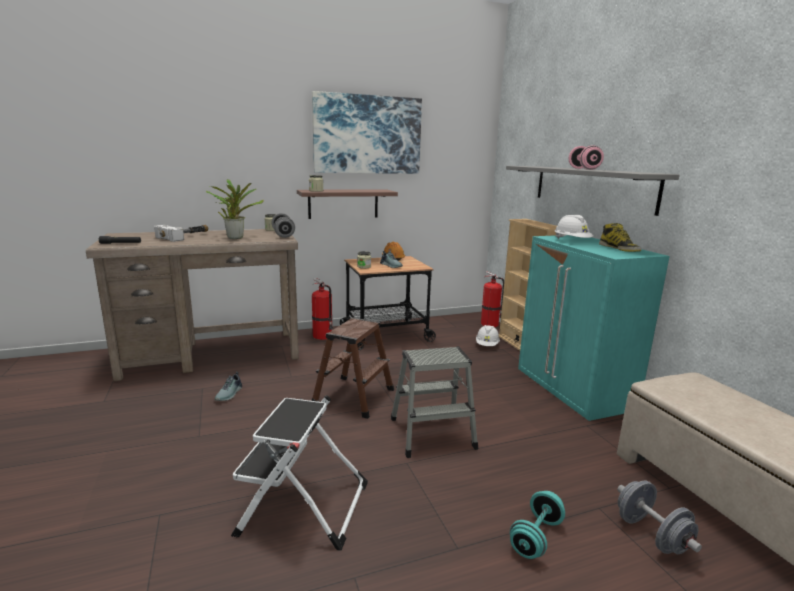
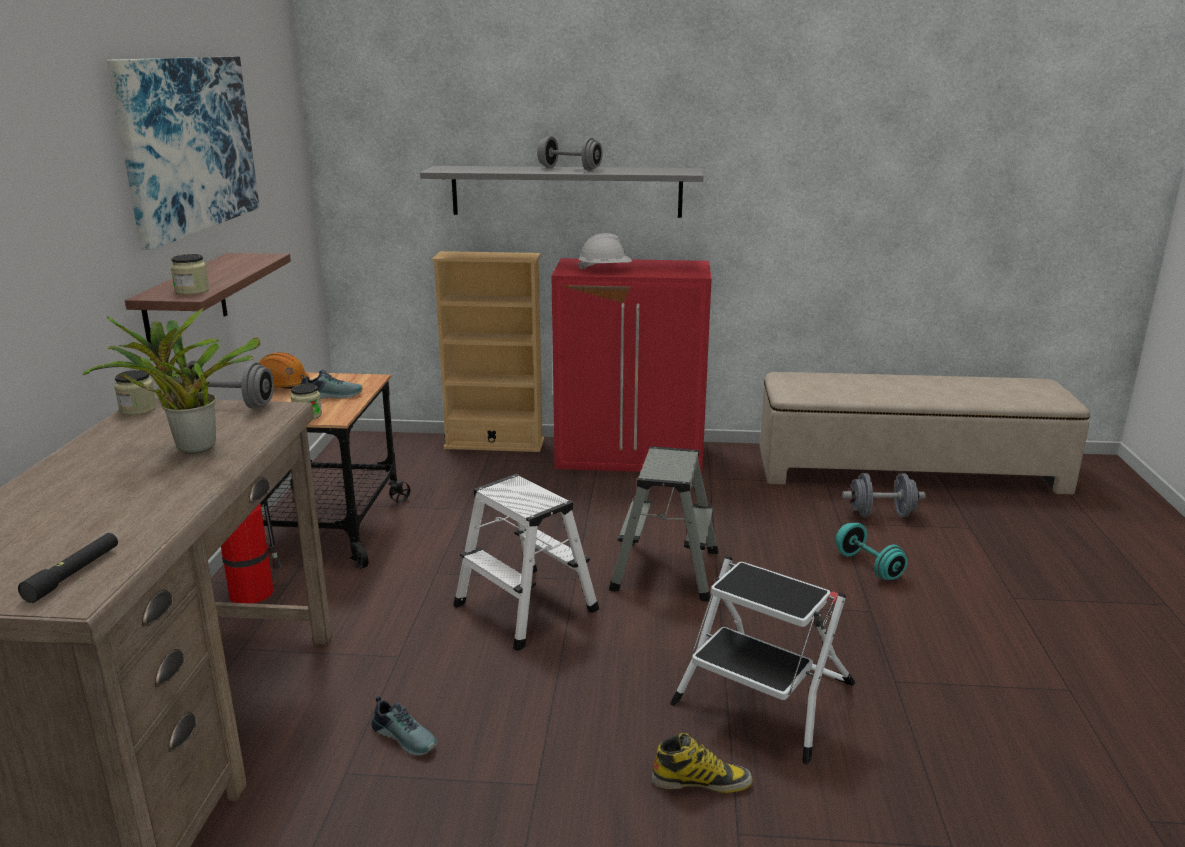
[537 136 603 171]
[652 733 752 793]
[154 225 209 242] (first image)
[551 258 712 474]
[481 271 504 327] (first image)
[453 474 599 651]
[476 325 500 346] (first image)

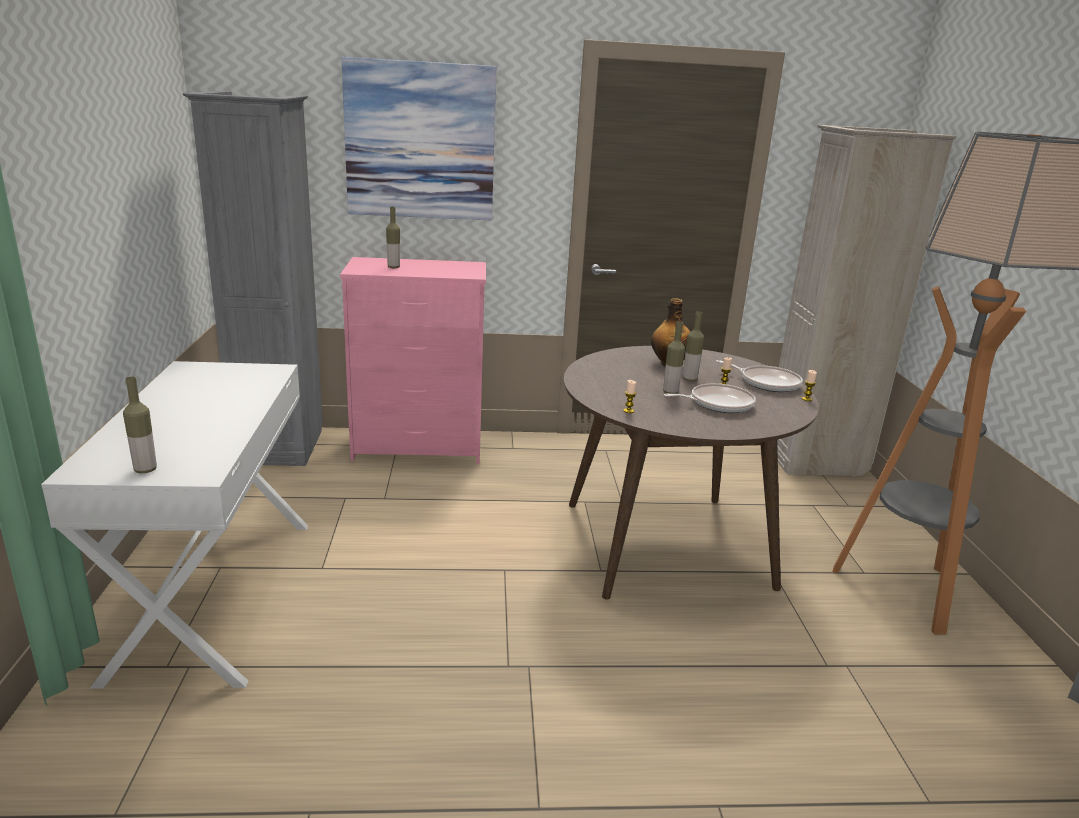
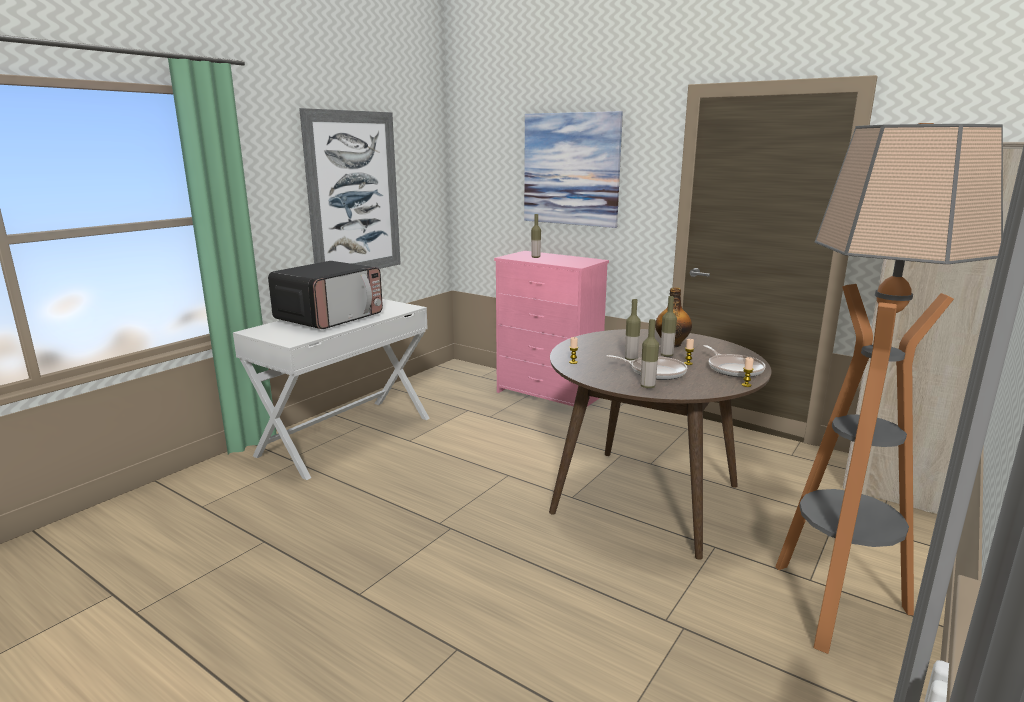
[183 91 322 466] (first image)
[640 319 659 388]
[299 108 401 269]
[268 261 383 329]

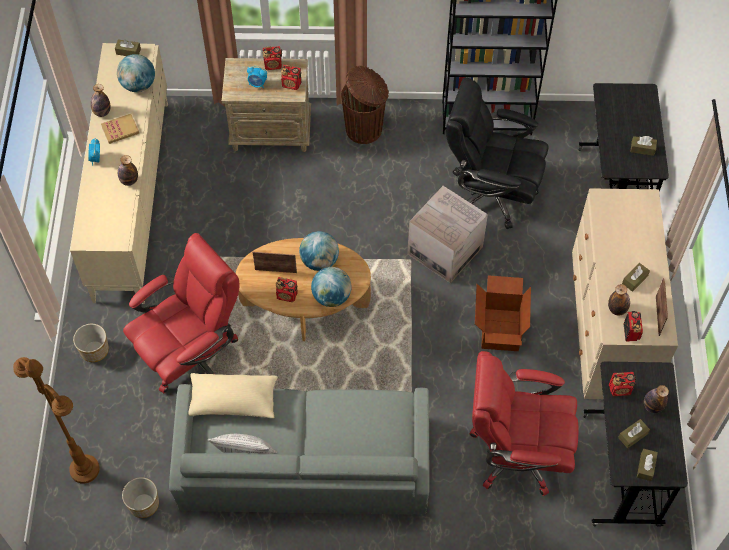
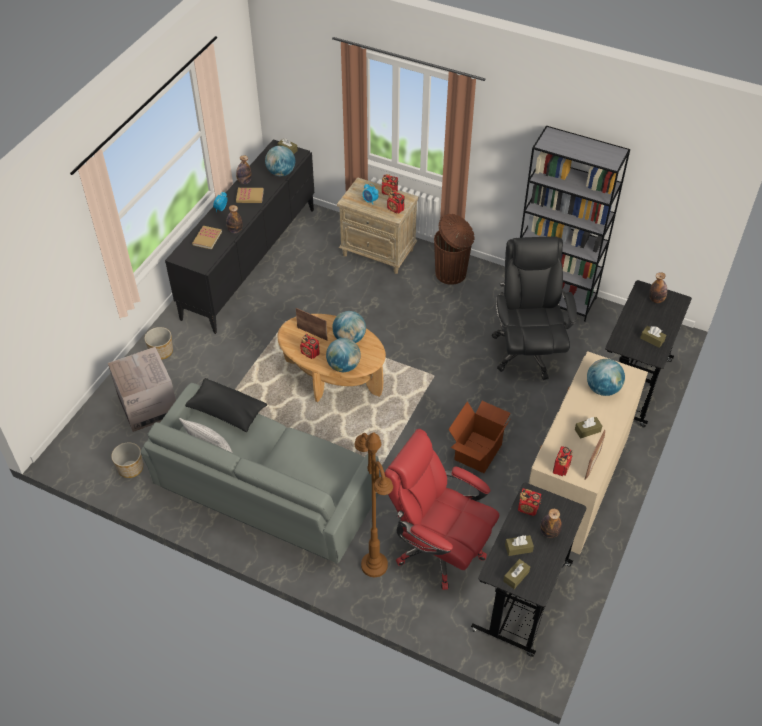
[165 140 314 334]
[492 236 577 380]
[108 347 176 432]
[123 233 239 393] (first image)
[649 272 667 303]
[355 432 393 577]
[185 378 267 432]
[192 226 222 250]
[587 359 625 396]

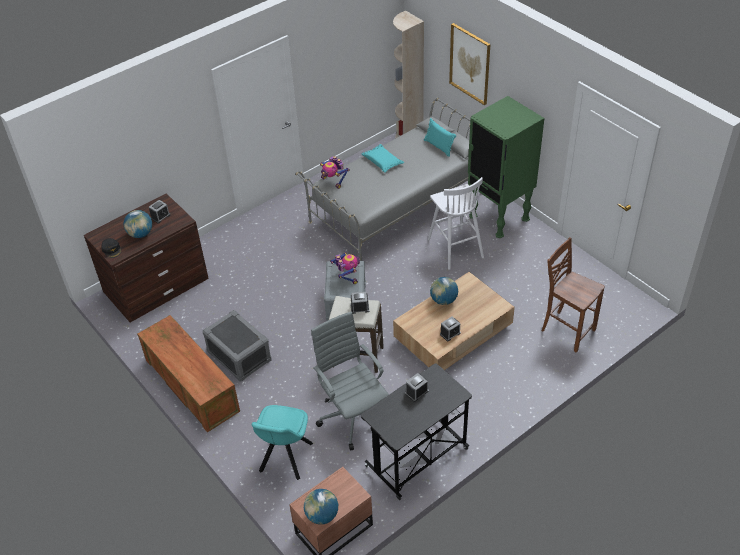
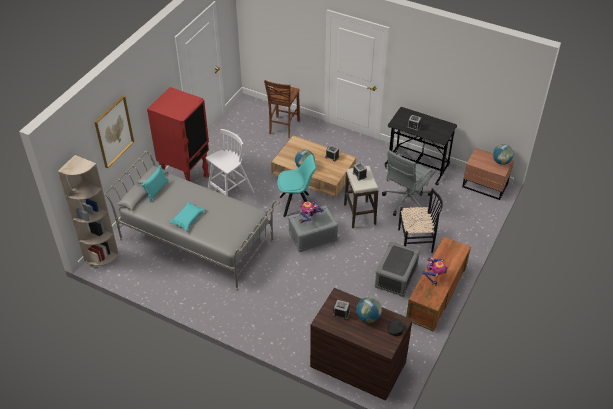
[147 87 209 182]
[422 257 448 286]
[277 155 316 217]
[398 188 443 253]

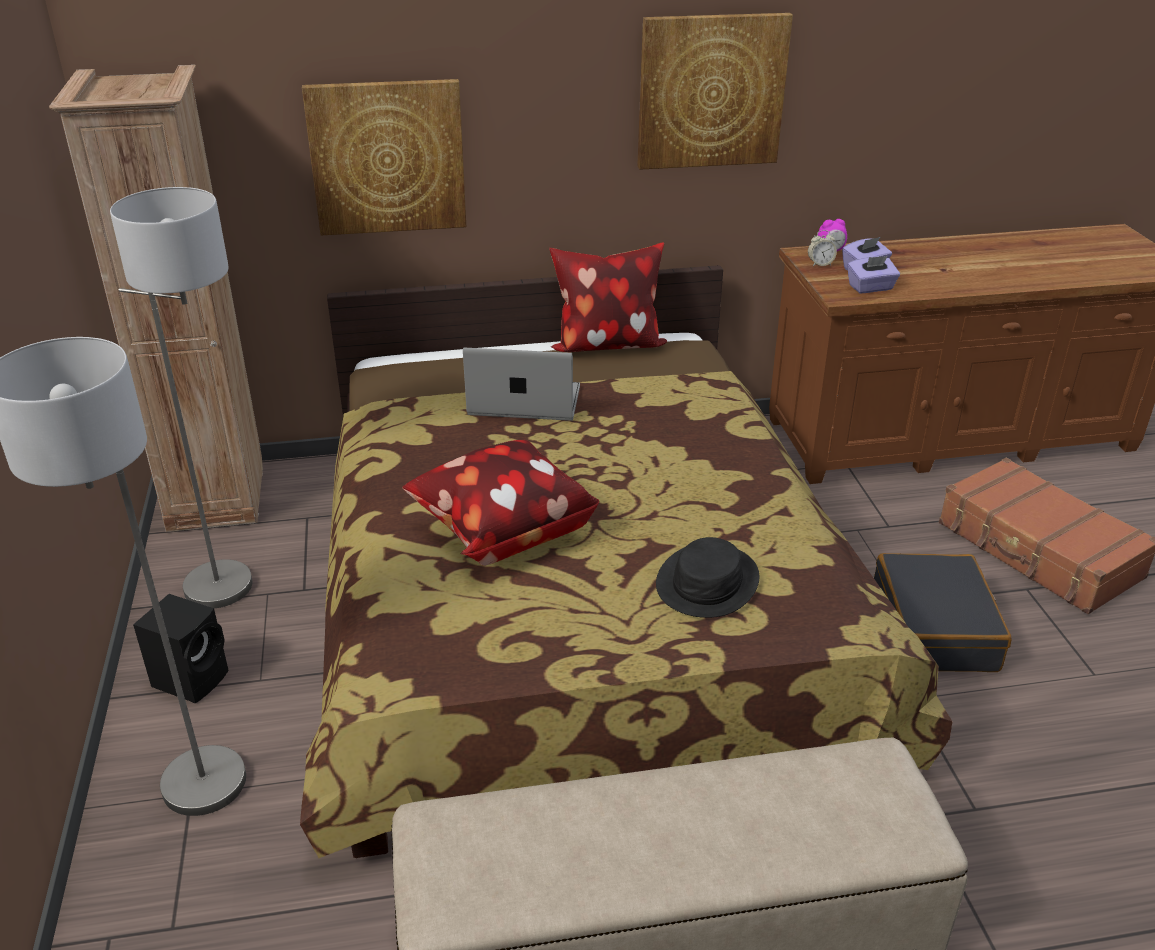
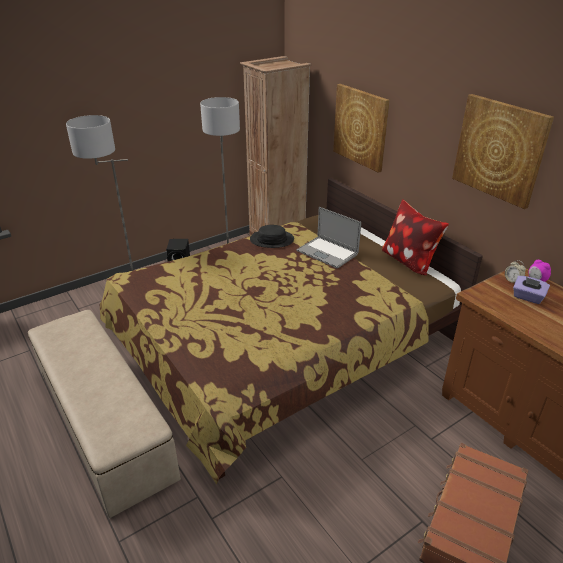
[847 256 900 293] (first image)
[297 207 361 269]
[403 440 599 566] (first image)
[250 225 294 248]
[874 553 1012 672] (first image)

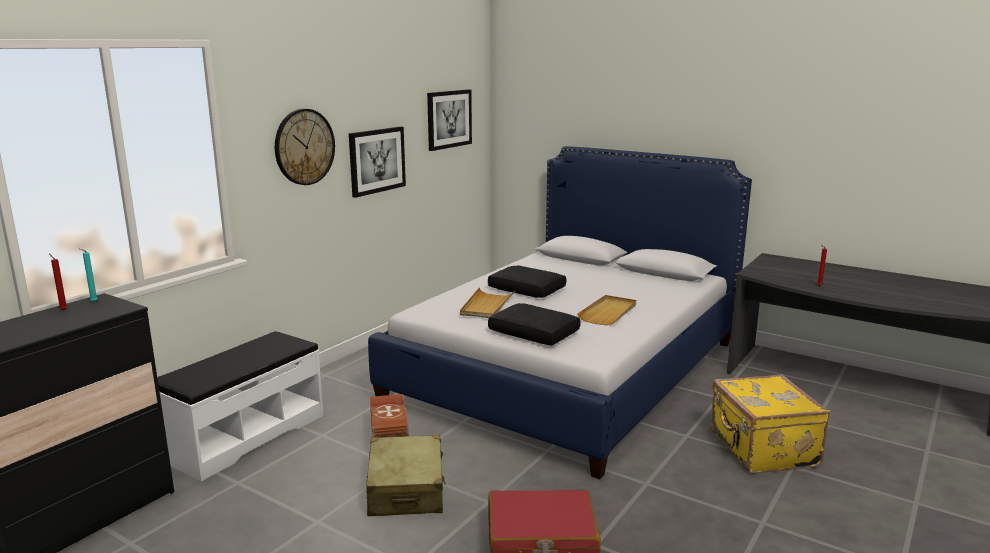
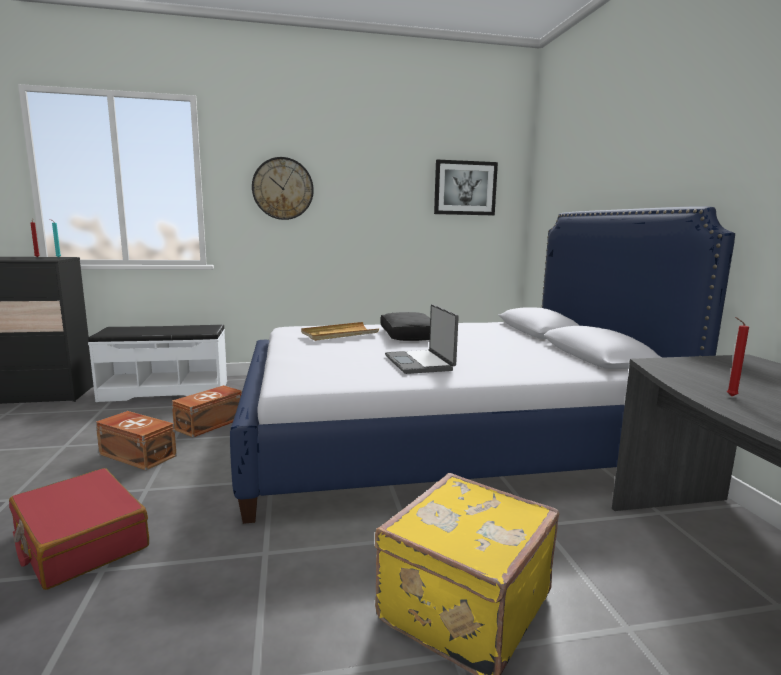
[349 126 406 198] (first image)
[385 304 459 374]
[488 303 581 345] (first image)
[96 411 177 470]

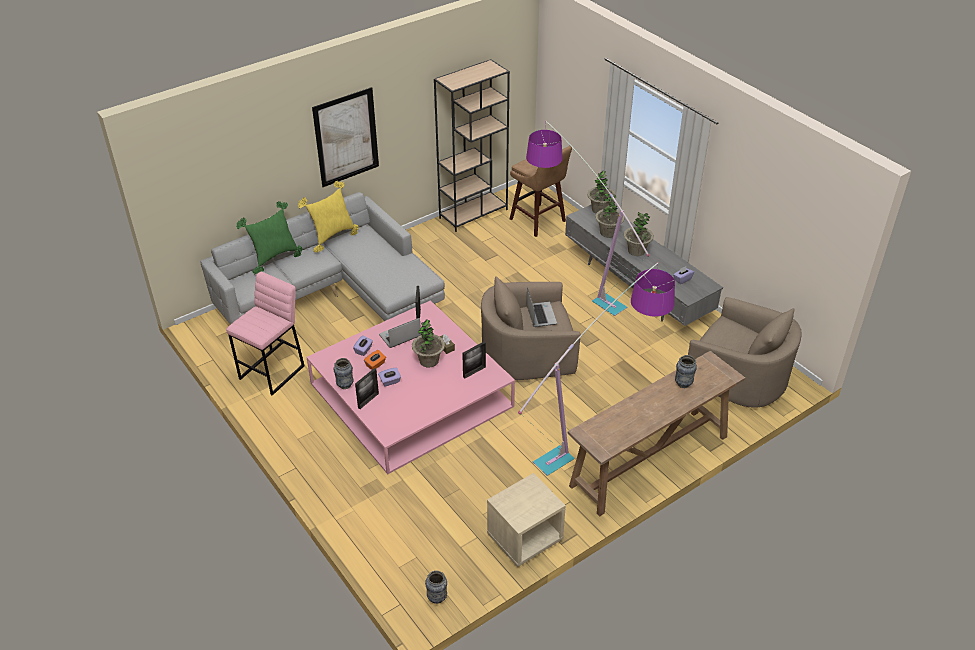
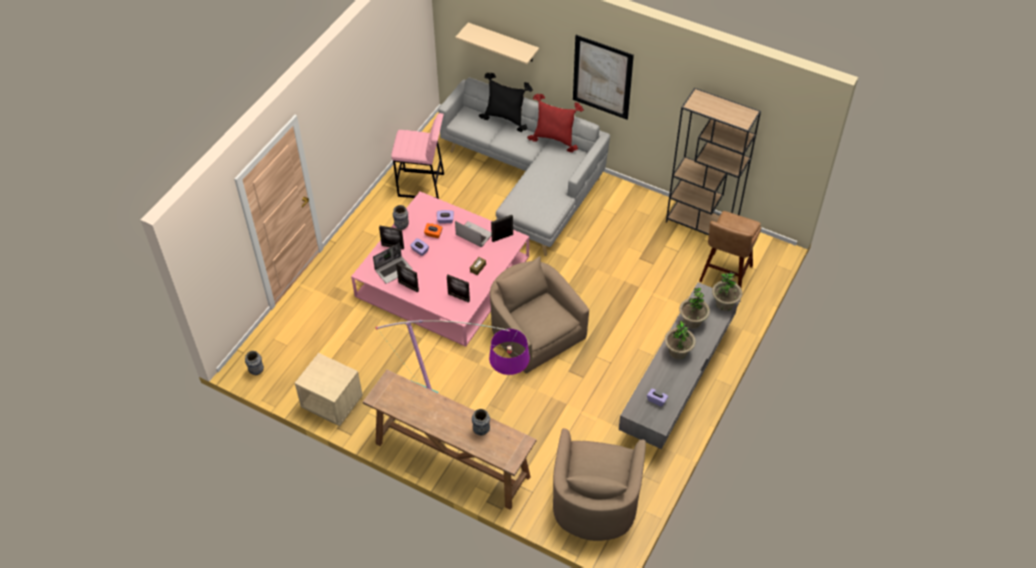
[526 121 650 316] (first image)
[527 94 584 153]
[479 73 533 132]
[373 243 413 284]
[412 319 445 368] (first image)
[455 22 539 64]
[396 263 419 293]

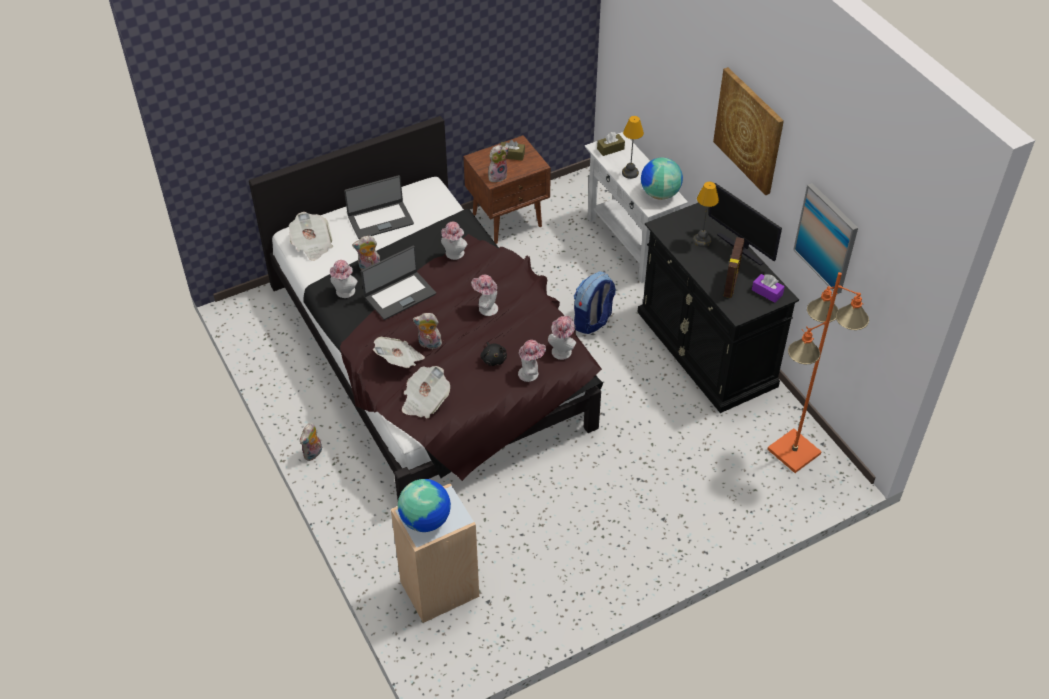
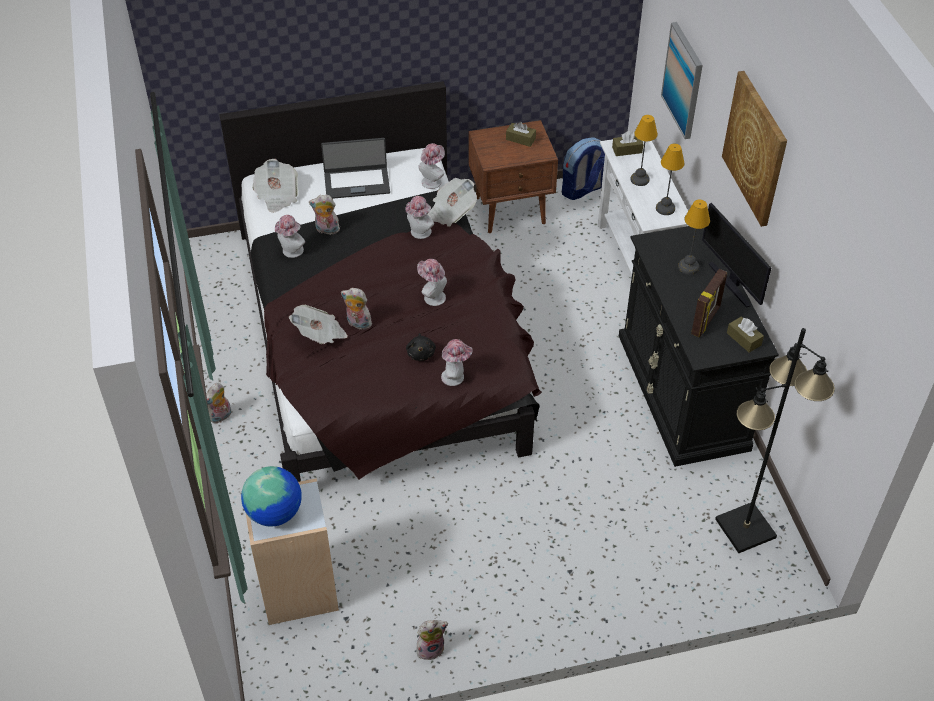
[417 620 448 660]
[656 143 684 215]
[661 22 703 139]
[361 246 436 320] (first image)
[562 138 605 200]
[715 328 835 553]
[727 317 764 353]
[418 143 445 189]
[427 178 477 227]

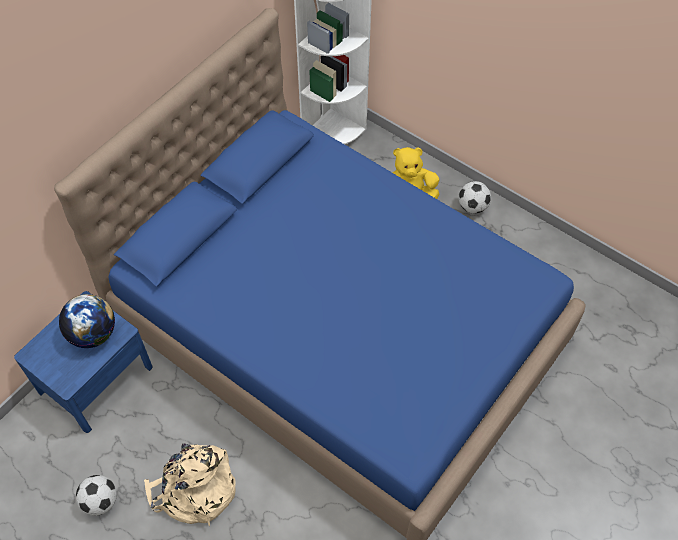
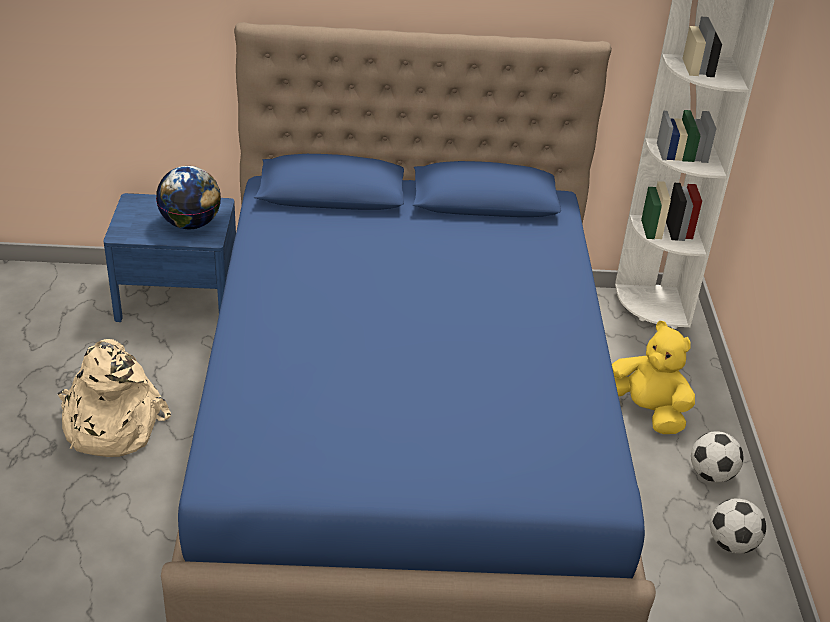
[710 498 766 554]

